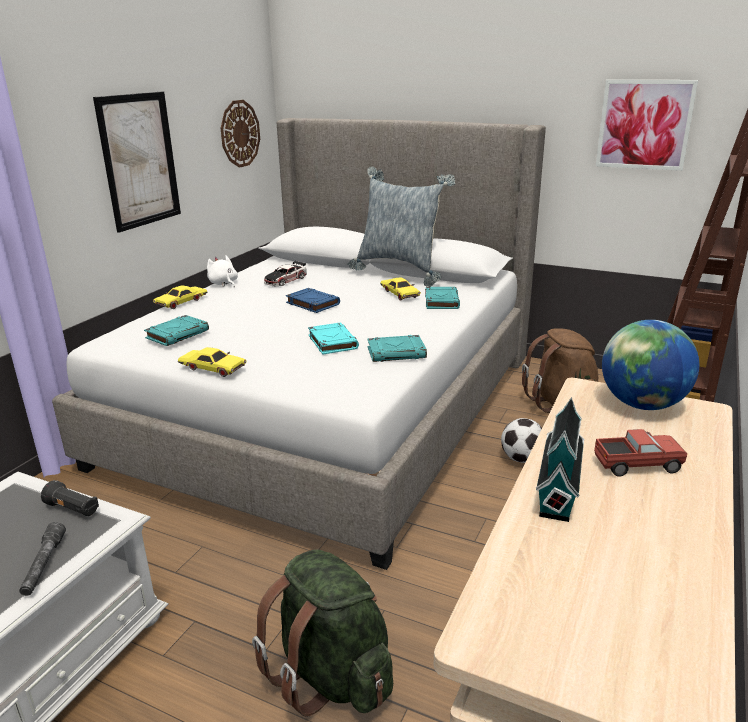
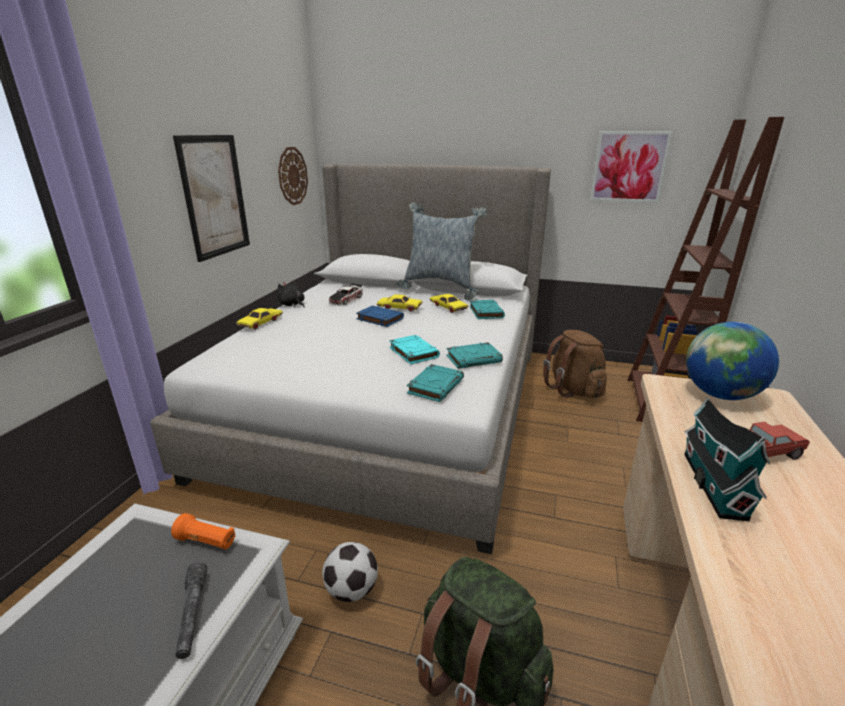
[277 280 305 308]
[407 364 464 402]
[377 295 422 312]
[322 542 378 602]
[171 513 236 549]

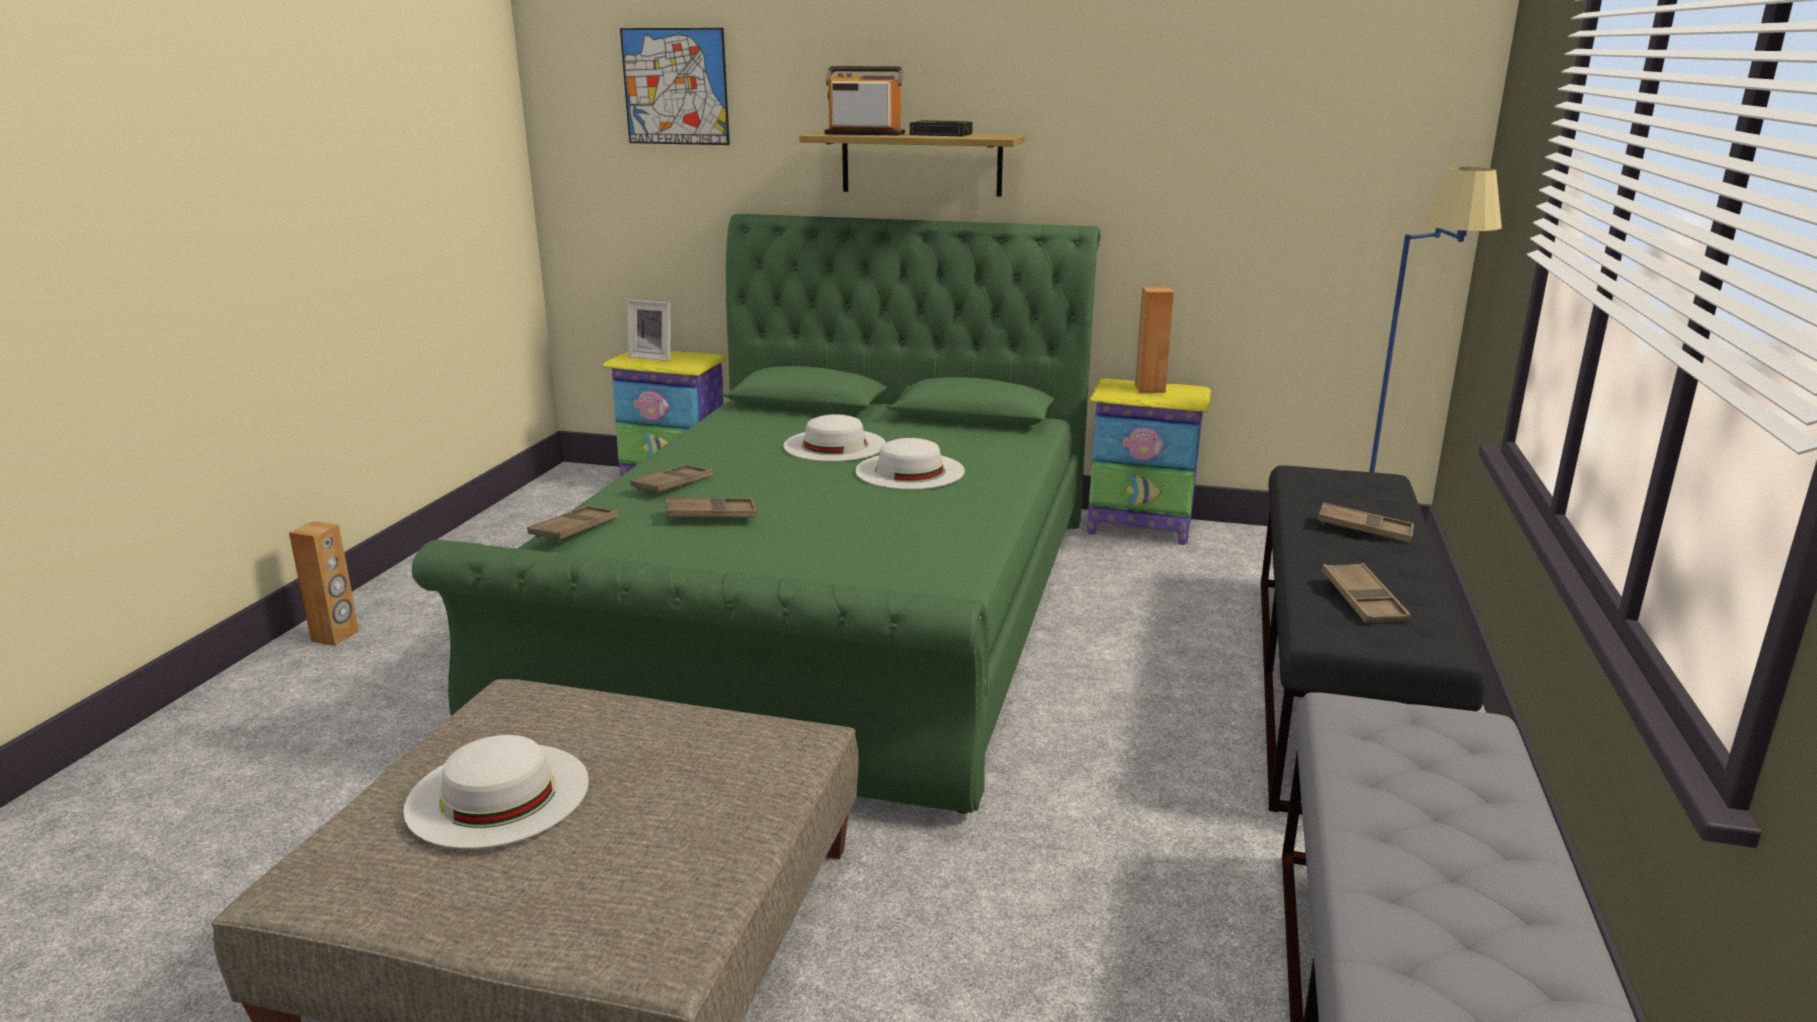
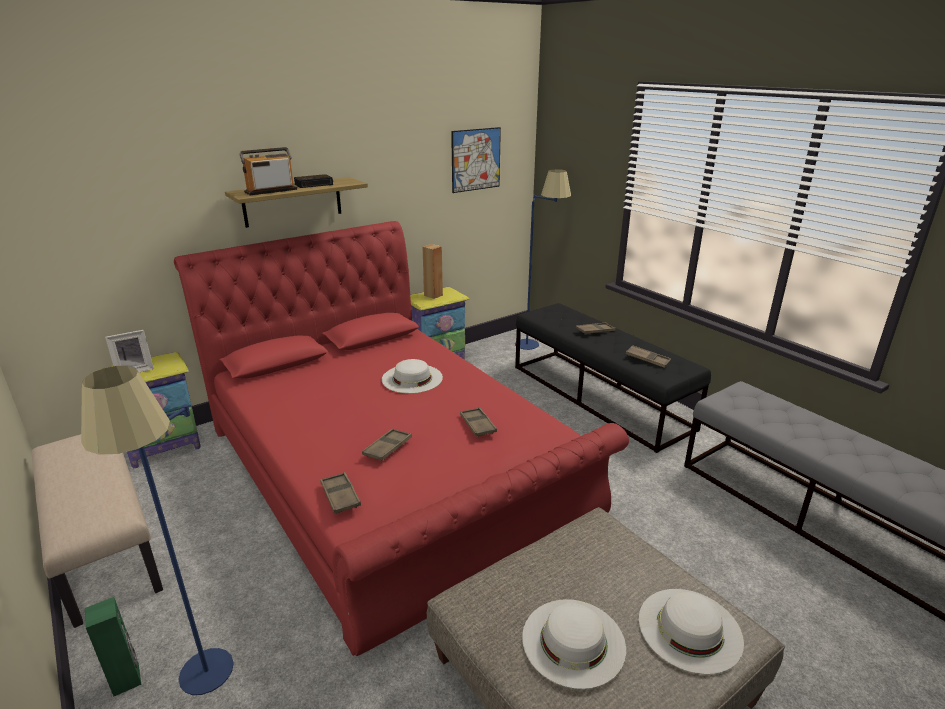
[451 127 501 193]
[174 221 629 656]
[639 589 744 675]
[460 407 497 437]
[85 597 141 696]
[81 366 234 695]
[32 434 163 628]

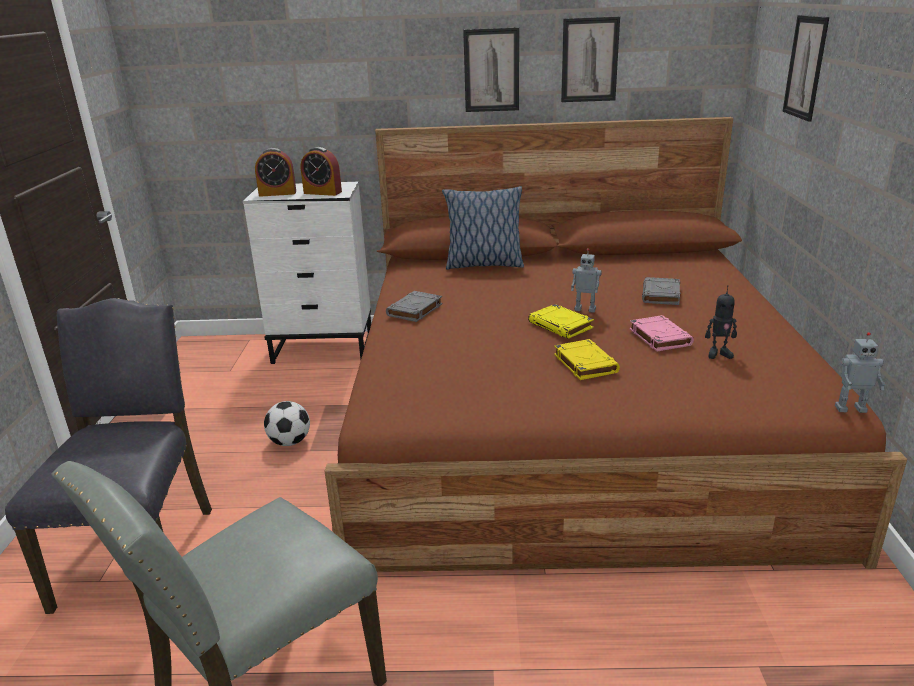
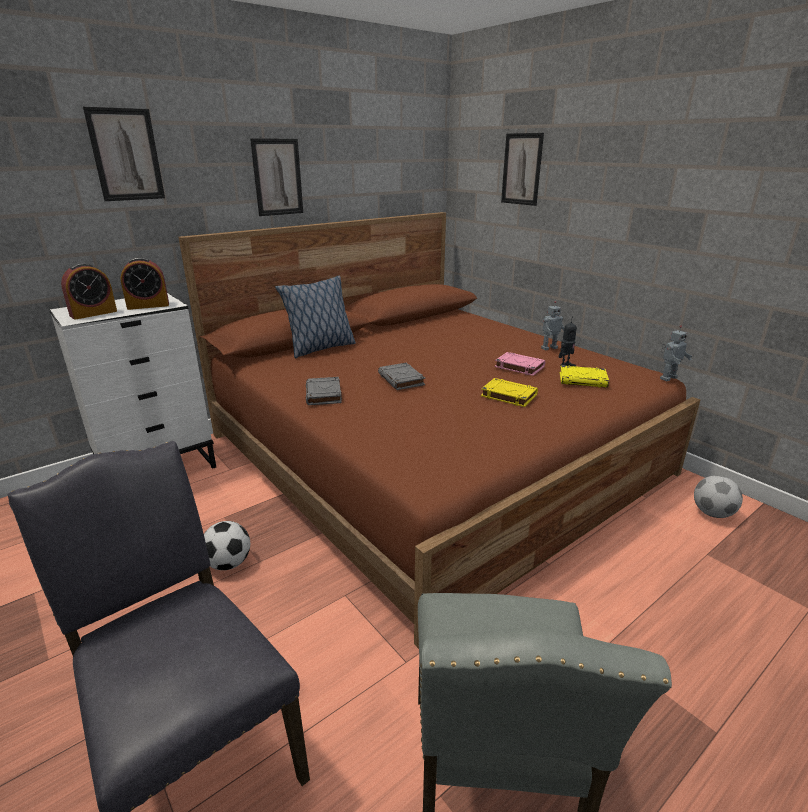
[83 107 165 201]
[541 301 564 350]
[378 363 425 390]
[560 365 609 388]
[694 475 743 518]

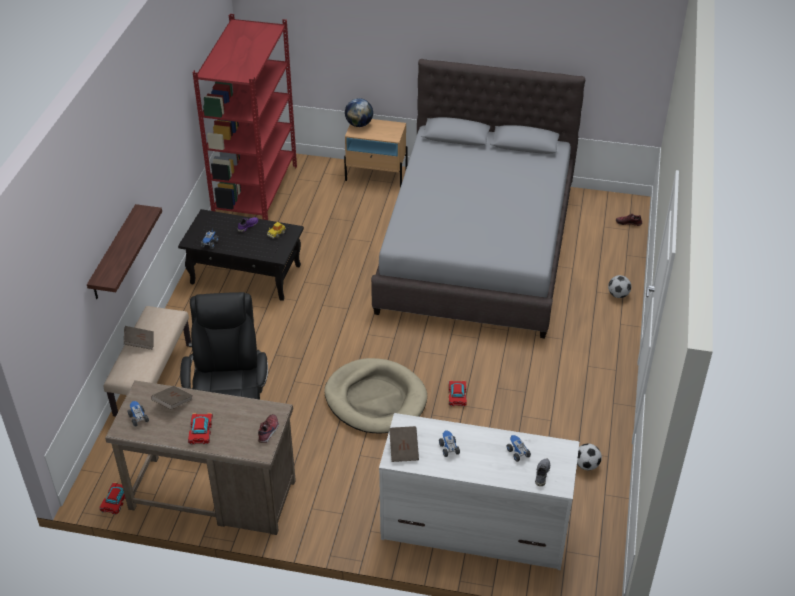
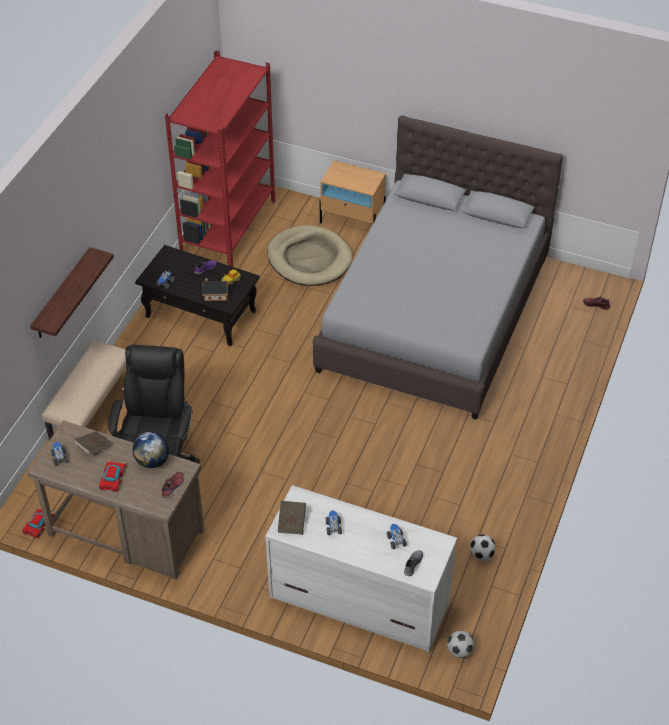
[133 432 169 468]
[447 630 474 658]
[124 326 154 350] (first image)
[267 225 352 286]
[449 380 467 407] (first image)
[202 278 228 301]

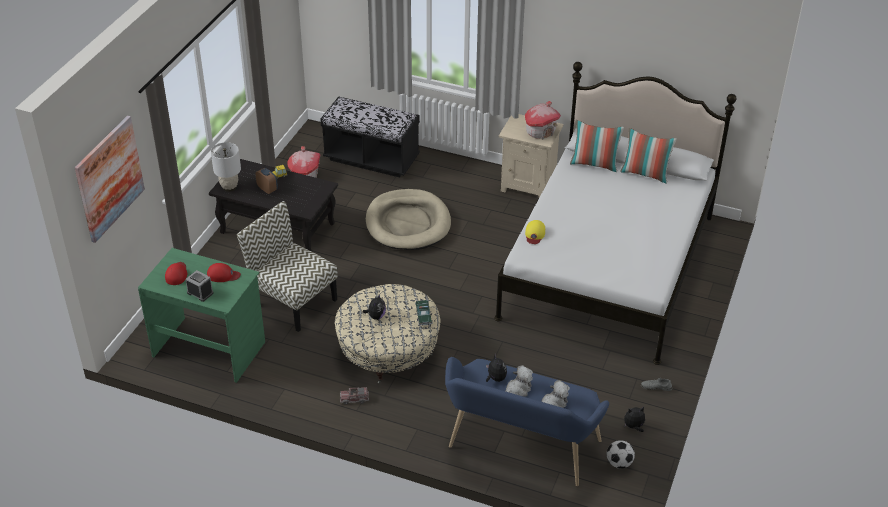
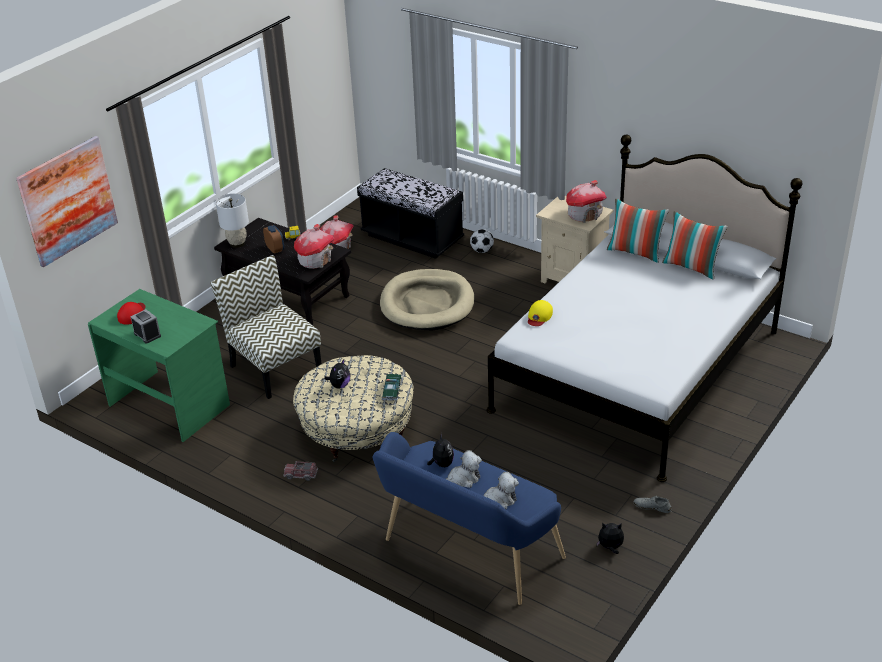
[207 263 241 282] (first image)
[470 229 494 253]
[294 224 334 269]

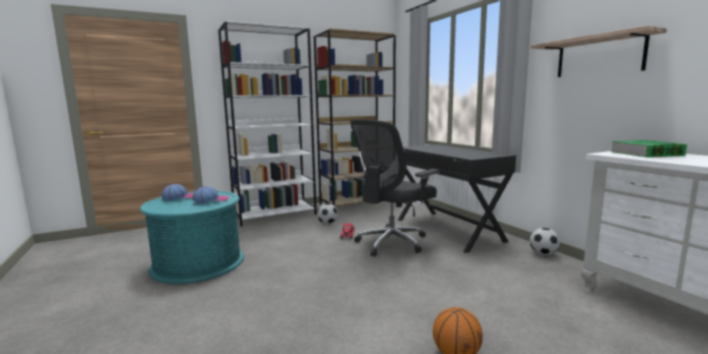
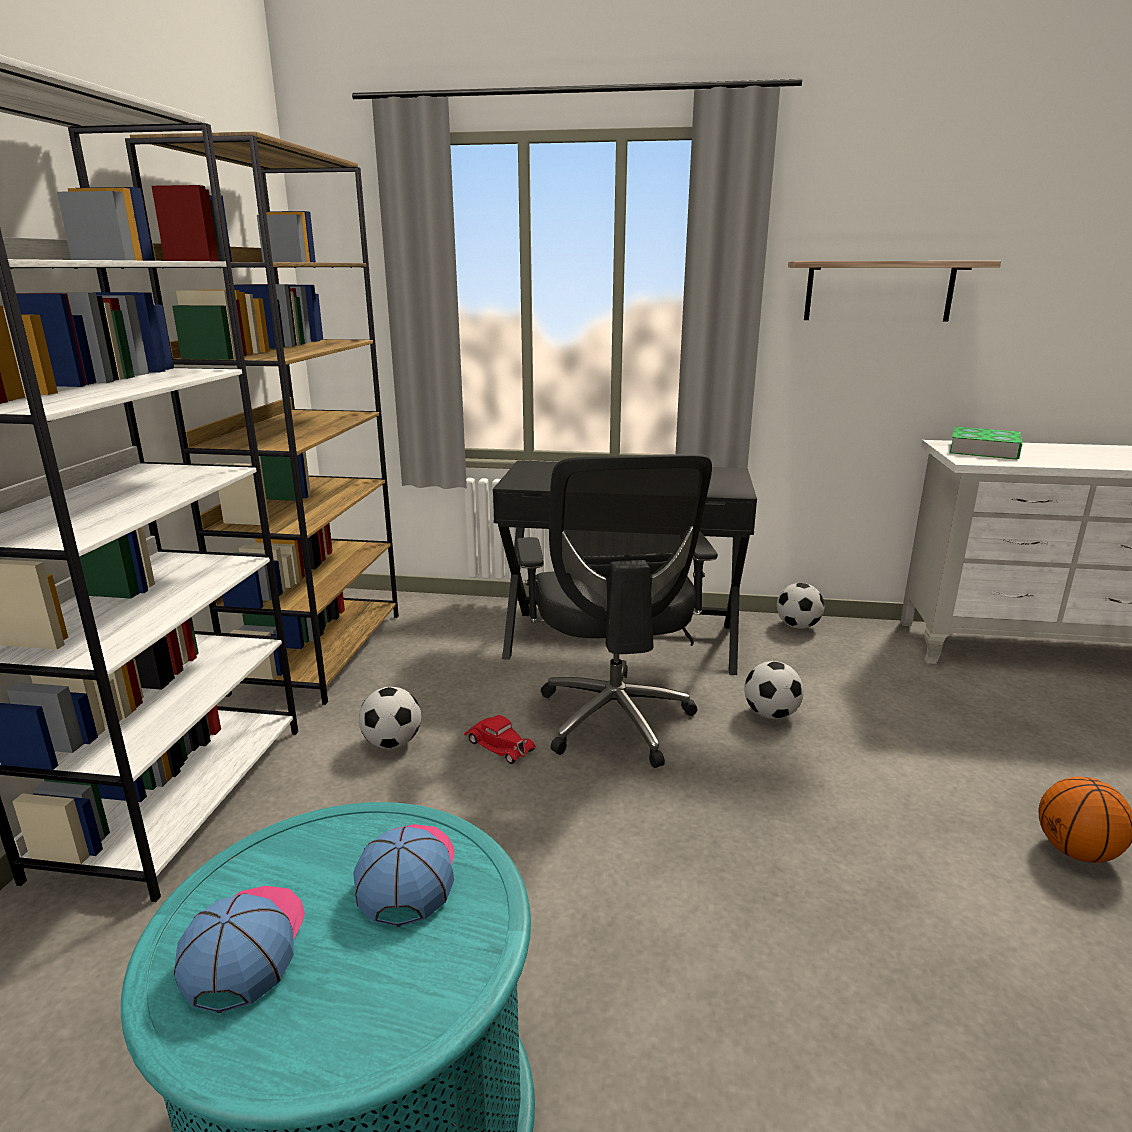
[744 661 804 719]

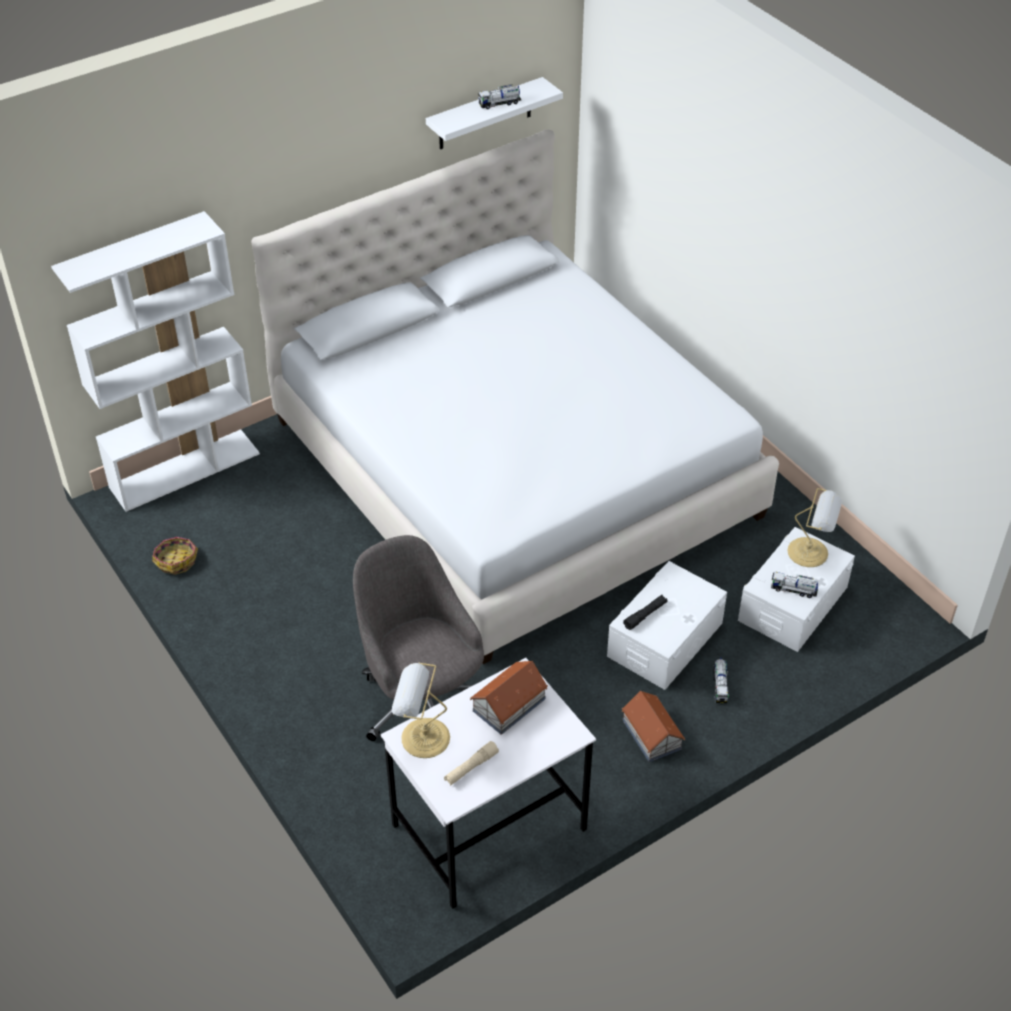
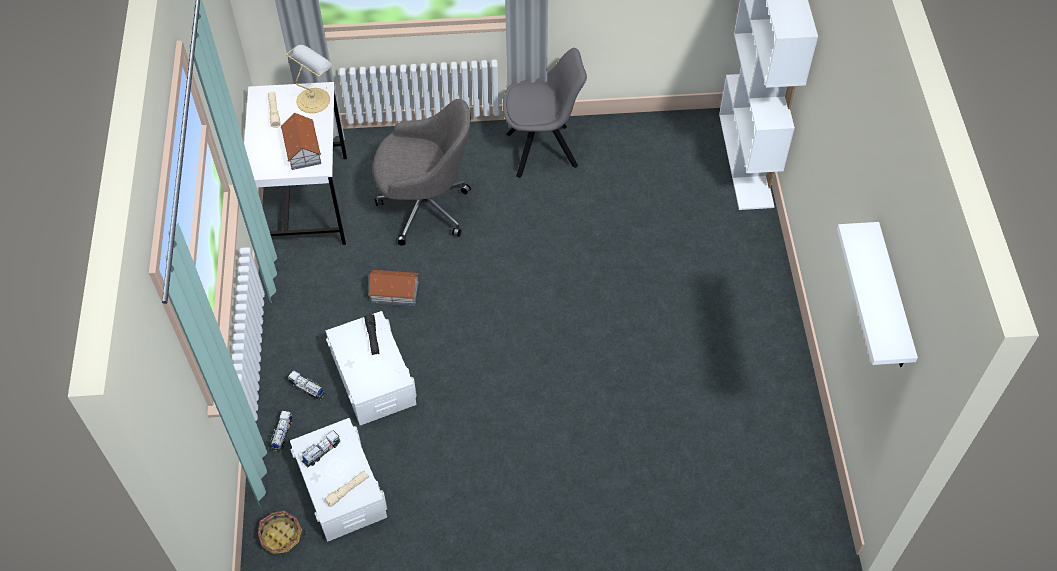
[271 410 293 452]
[251 130 779 664] (first image)
[324 470 369 507]
[258 510 308 554]
[368 270 419 306]
[503 48 587 178]

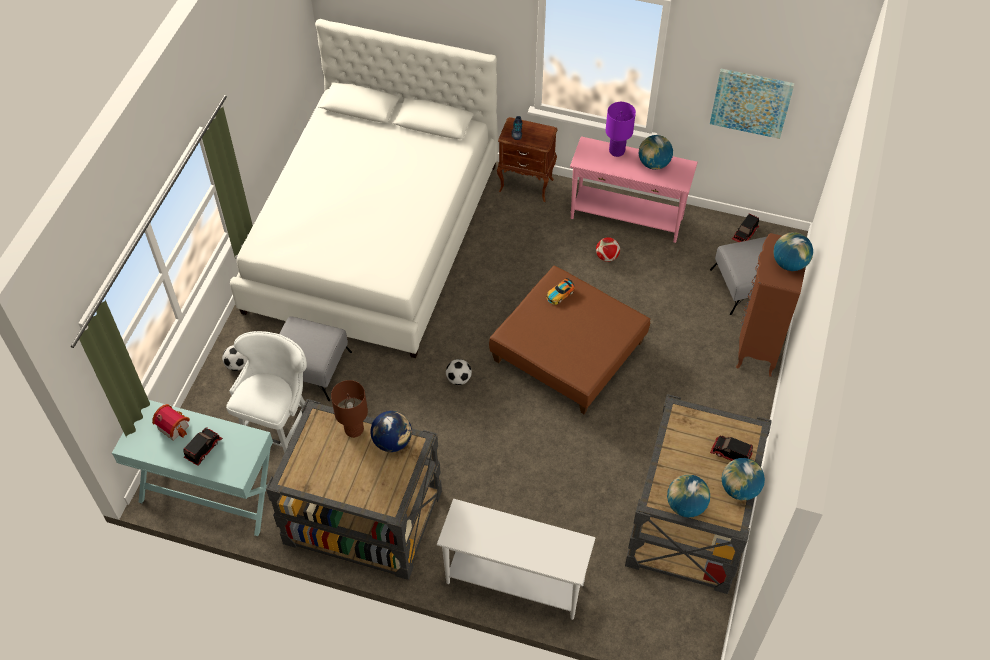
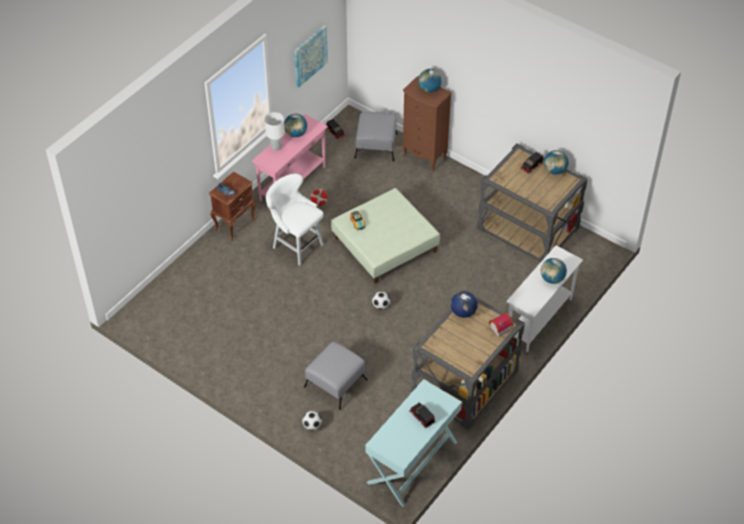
[230 19 498 358] (first image)
[264 112 285 151]
[331 188 440 284]
[266 174 324 266]
[331 380 368 438] (first image)
[489 313 513 337]
[541 258 567 284]

